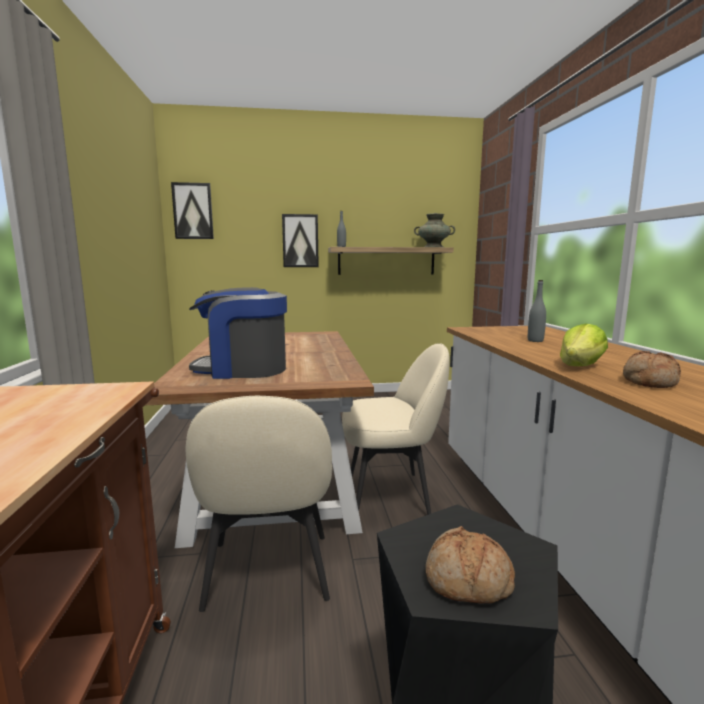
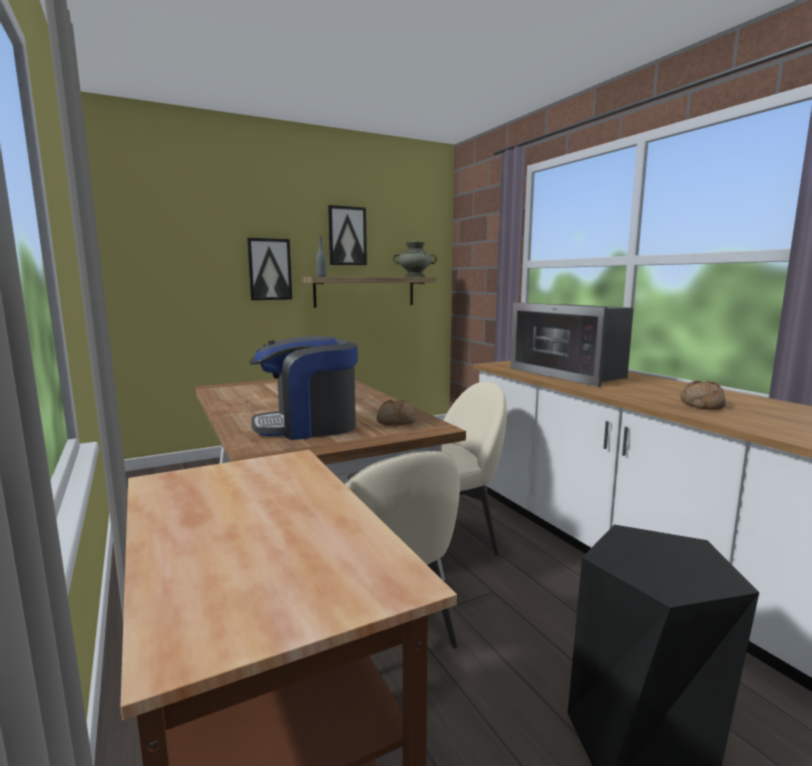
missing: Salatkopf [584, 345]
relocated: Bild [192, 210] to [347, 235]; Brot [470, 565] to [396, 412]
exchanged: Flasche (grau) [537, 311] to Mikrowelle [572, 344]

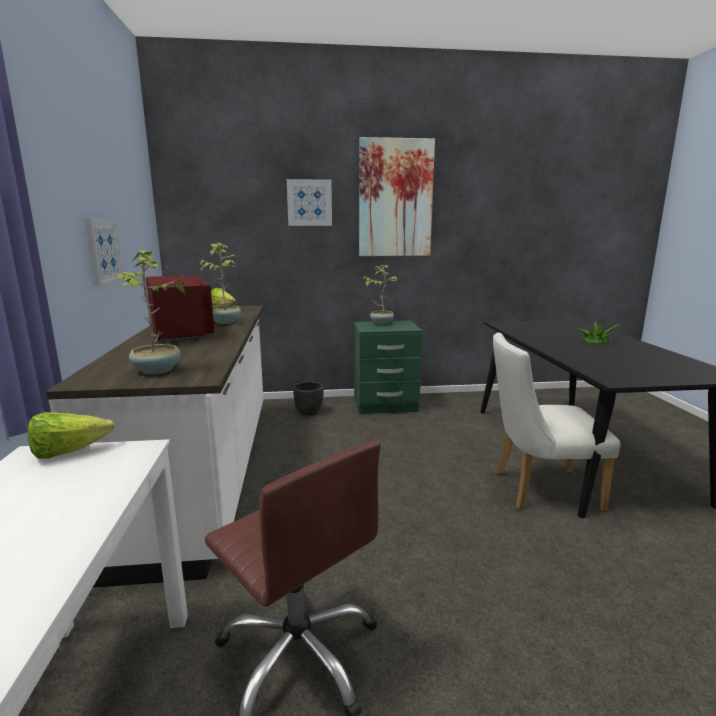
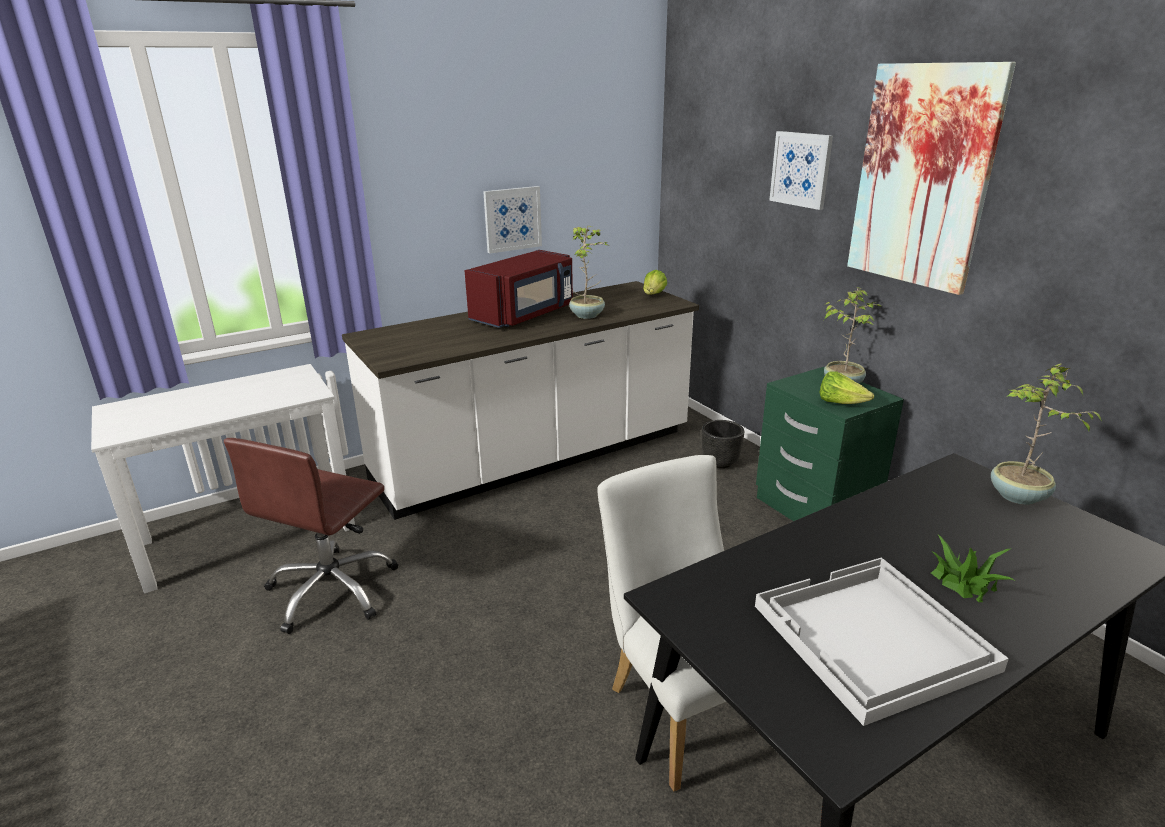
appeared: Tablett (weiß) [882, 641]
relocated: Salatkopf [71, 435] to [847, 387]; Topfpflanze [152, 312] to [1046, 434]

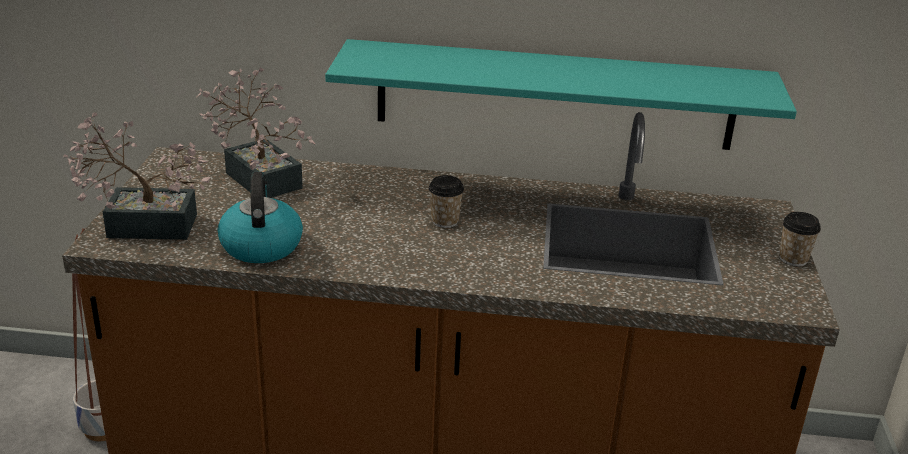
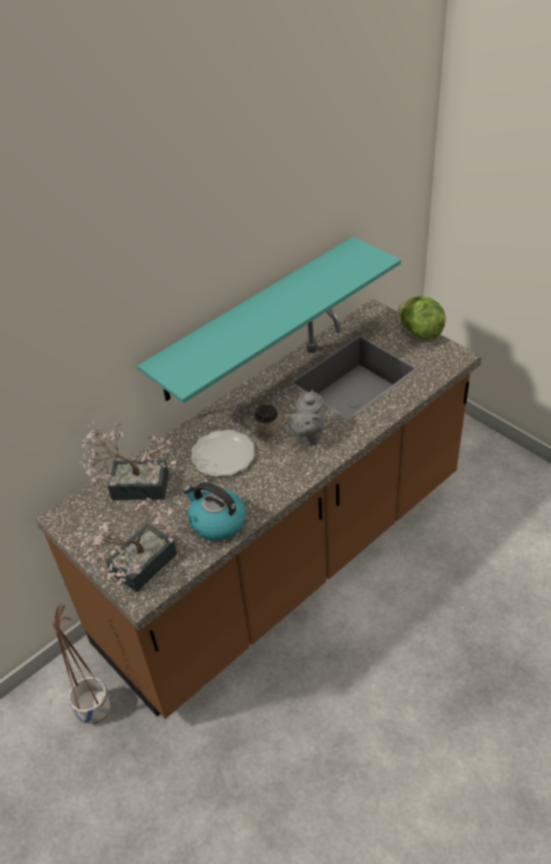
appeared: Teller [223, 453]; Teekanne (grau) [307, 418]
exchanged: Tasse [800, 239] to Salatkopf [422, 318]

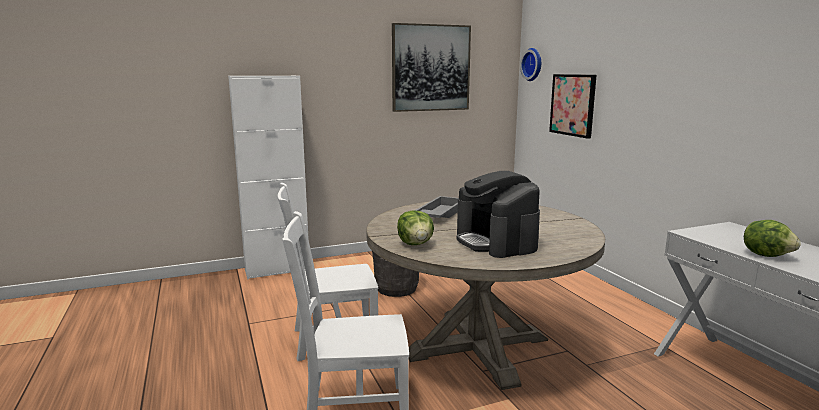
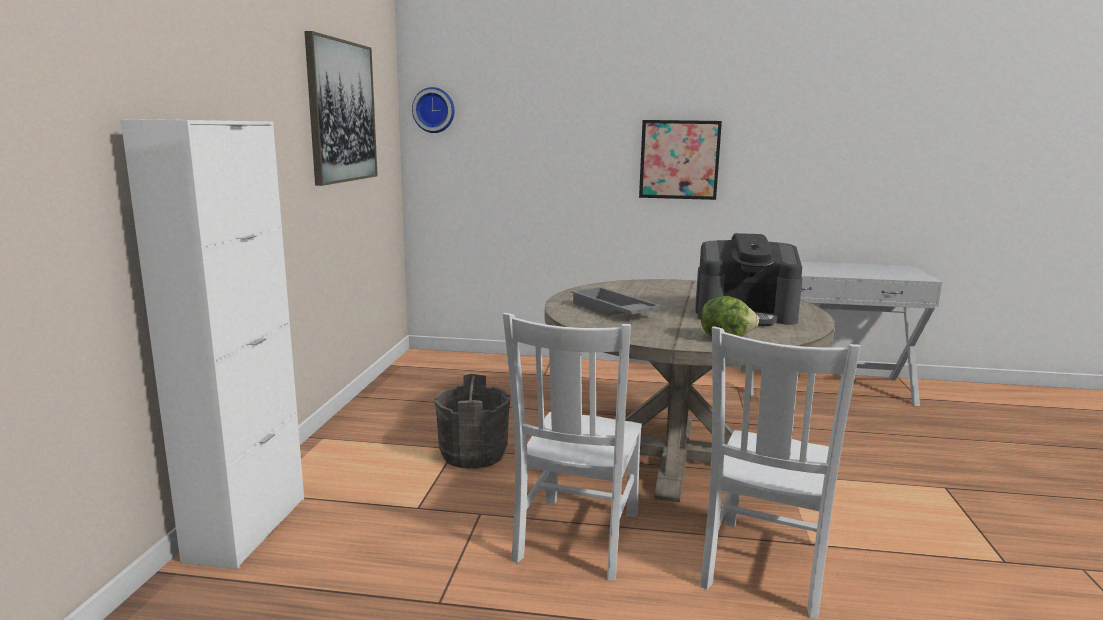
missing: Salatkopf [772, 238]
relocated: Bild [572, 106] to [680, 160]

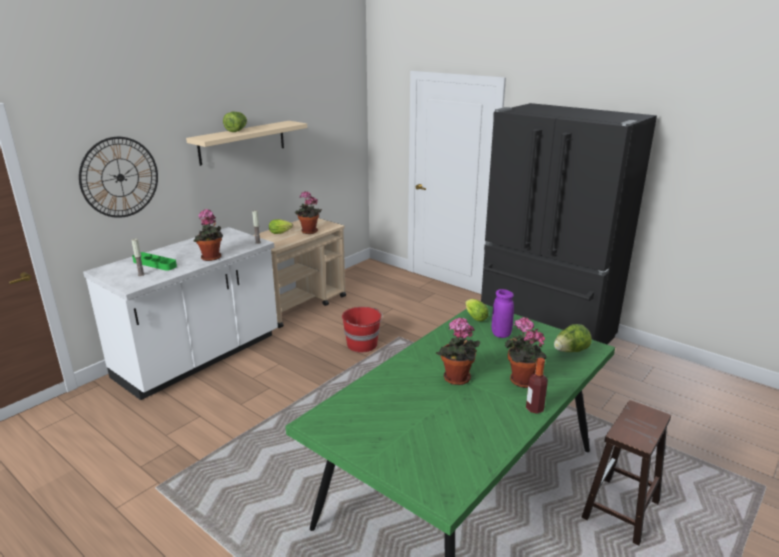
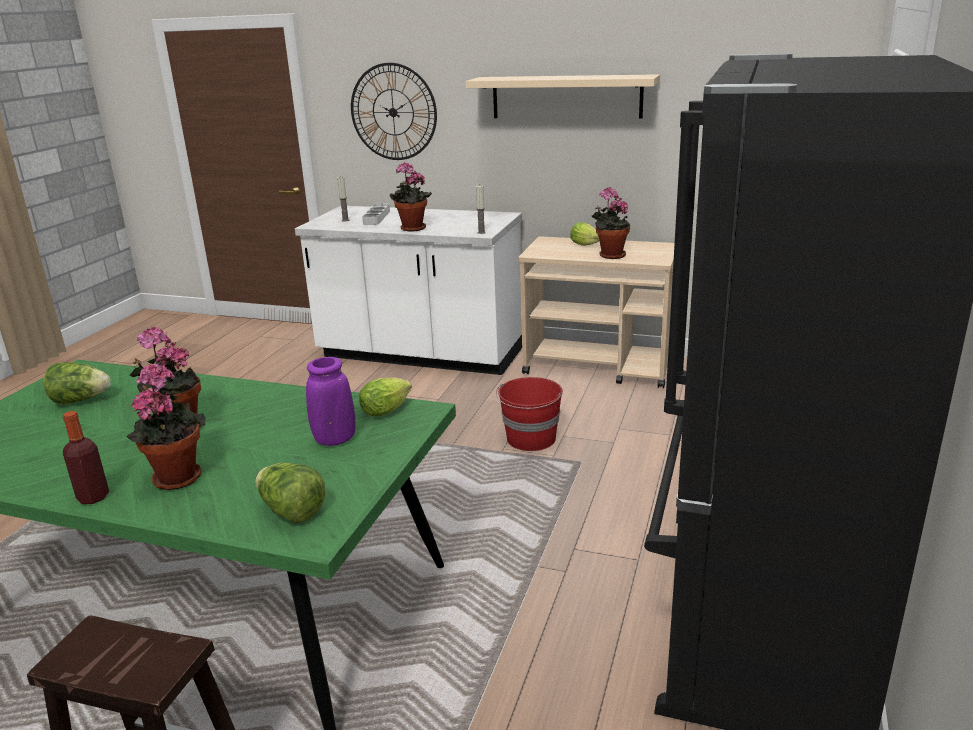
relocated: Salatkopf [235, 122] to [77, 383]
colour: Tablett (grün) [154, 261] to Tablett (grau) [376, 214]

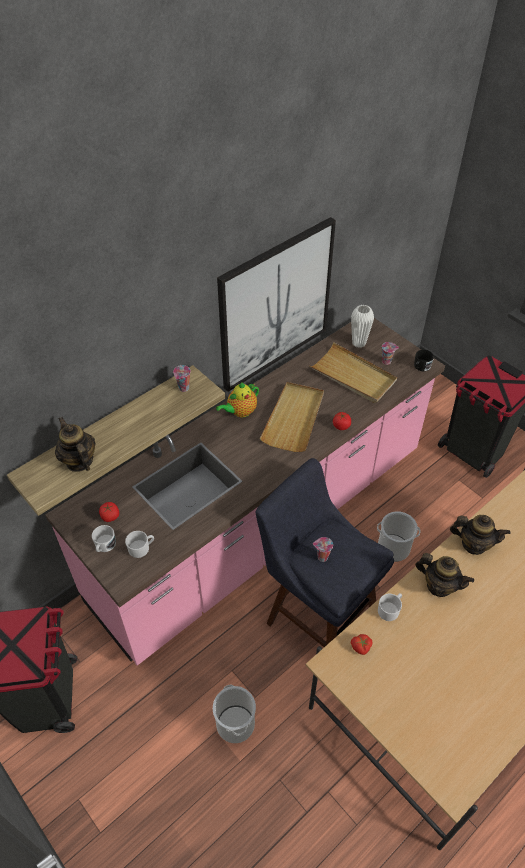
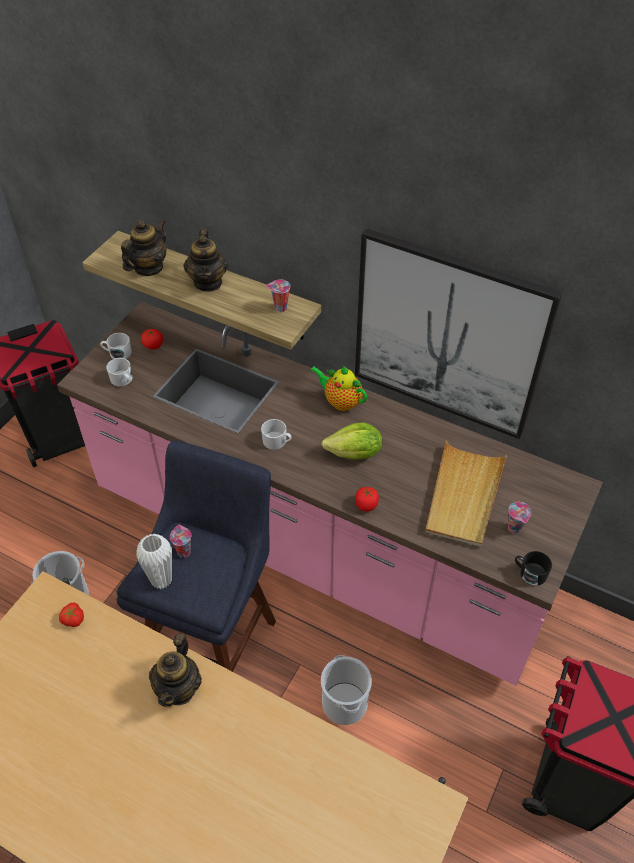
relocated: Vase (weiß) [362, 326] to [154, 561]; Henkelbecher (weiß) [390, 607] to [276, 434]; Teekanne [480, 535] to [206, 260]
exchanged: Tablett (beige) [292, 417] to Salatkopf [351, 441]

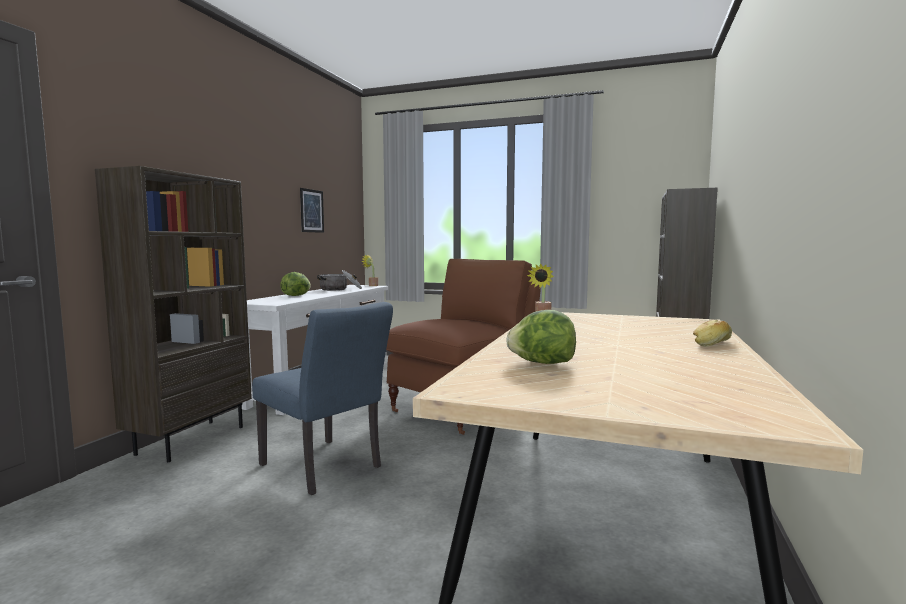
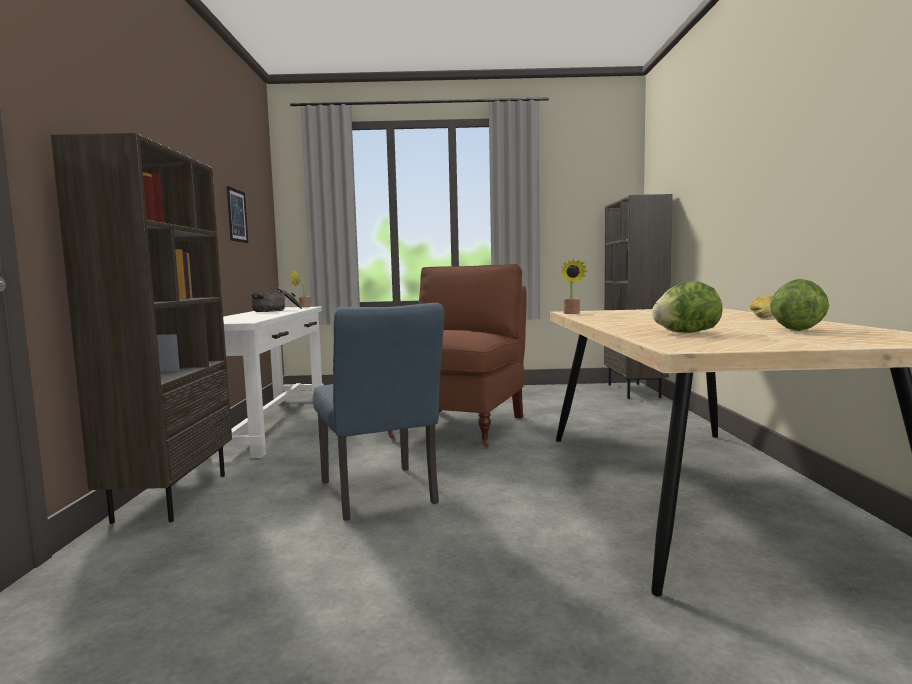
relocated: Salatkopf [295, 284] to [799, 305]
spun: Stuhl (blau) [322, 398] = [379, 412] 45 degrees clockwise

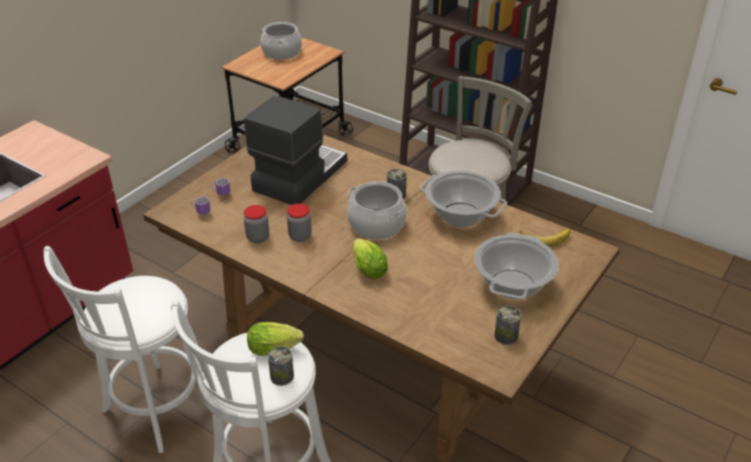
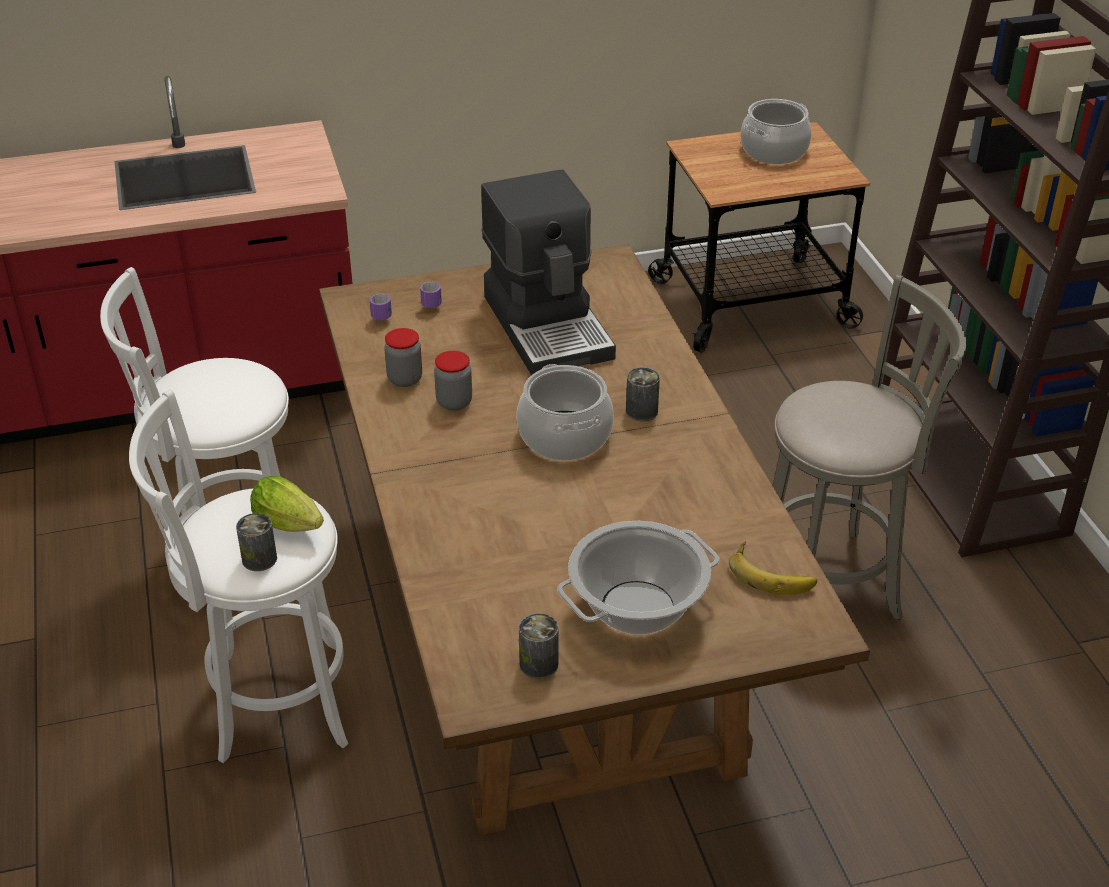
missing: Salatkopf [370, 258]; Kochtopf [463, 198]
spun: Kaffeemaschine [295, 150] = [548, 272] 90 degrees clockwise

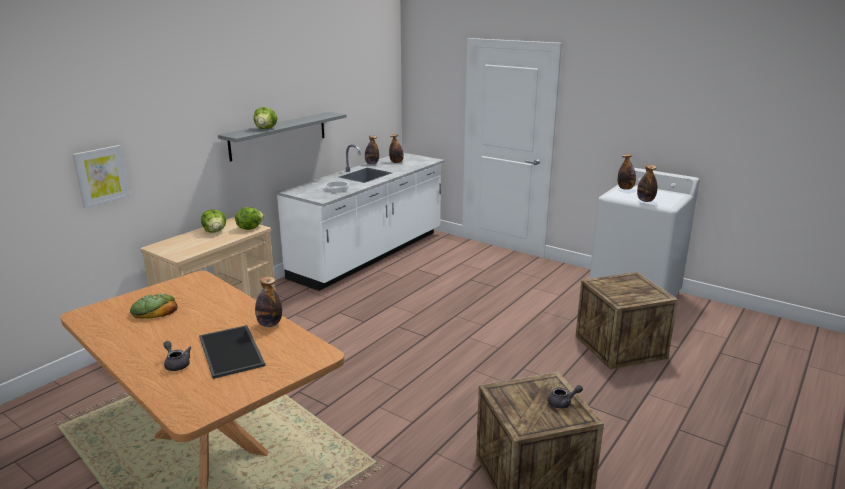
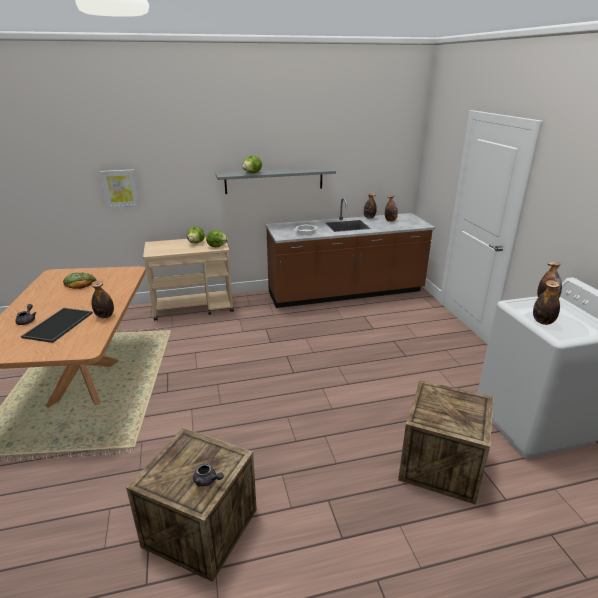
colour: Küchenzeile (weiß) [360, 217] to Küchenzeile (braun) [350, 253]

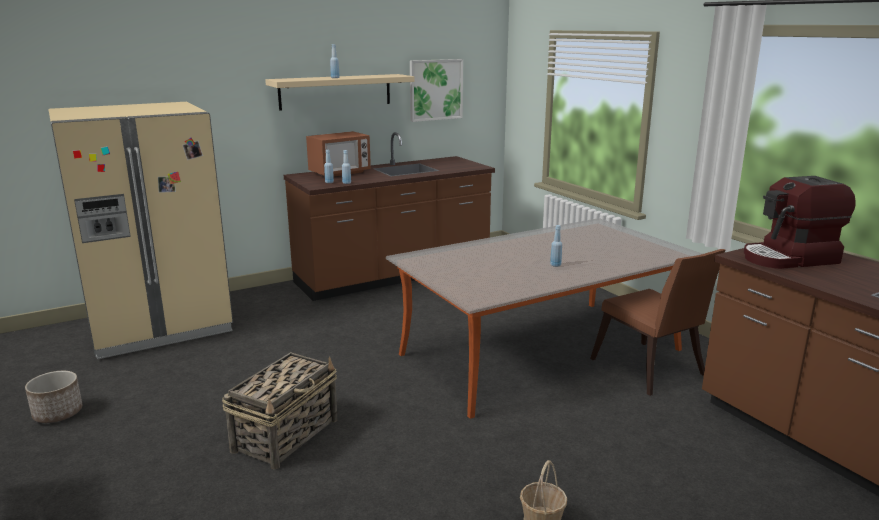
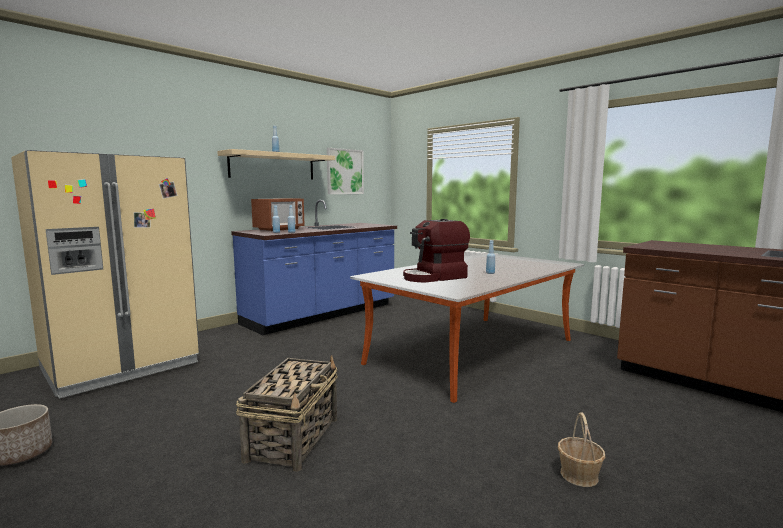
missing: Stuhl (braun) [657, 322]
relocated: Kaffeemaschine [799, 222] to [436, 251]
colour: Küchenzeile (braun) [389, 216] to Küchenzeile (blau) [314, 267]

